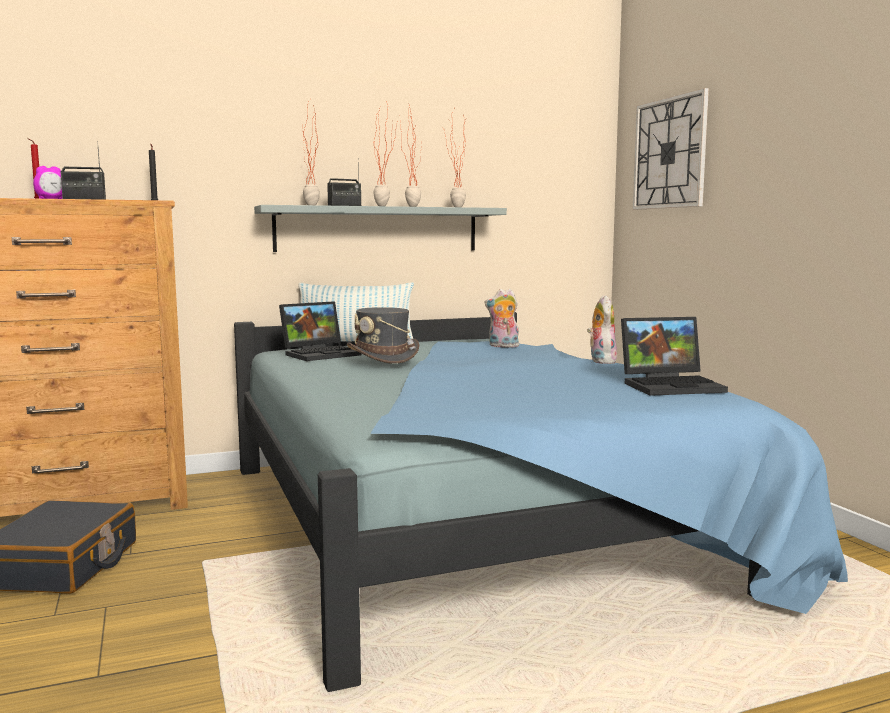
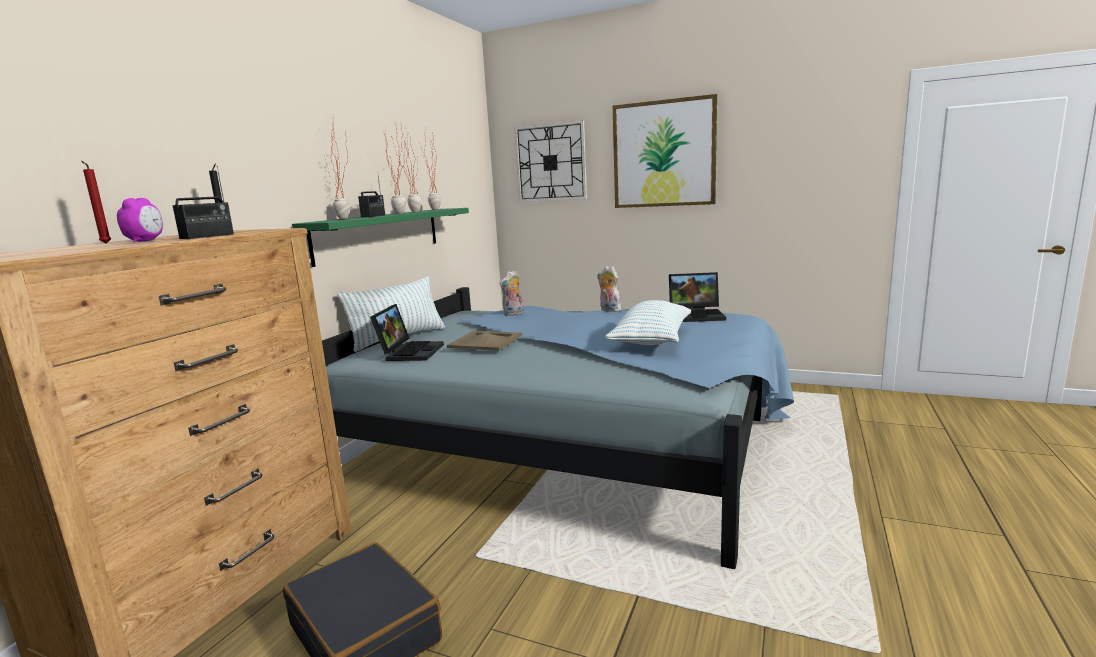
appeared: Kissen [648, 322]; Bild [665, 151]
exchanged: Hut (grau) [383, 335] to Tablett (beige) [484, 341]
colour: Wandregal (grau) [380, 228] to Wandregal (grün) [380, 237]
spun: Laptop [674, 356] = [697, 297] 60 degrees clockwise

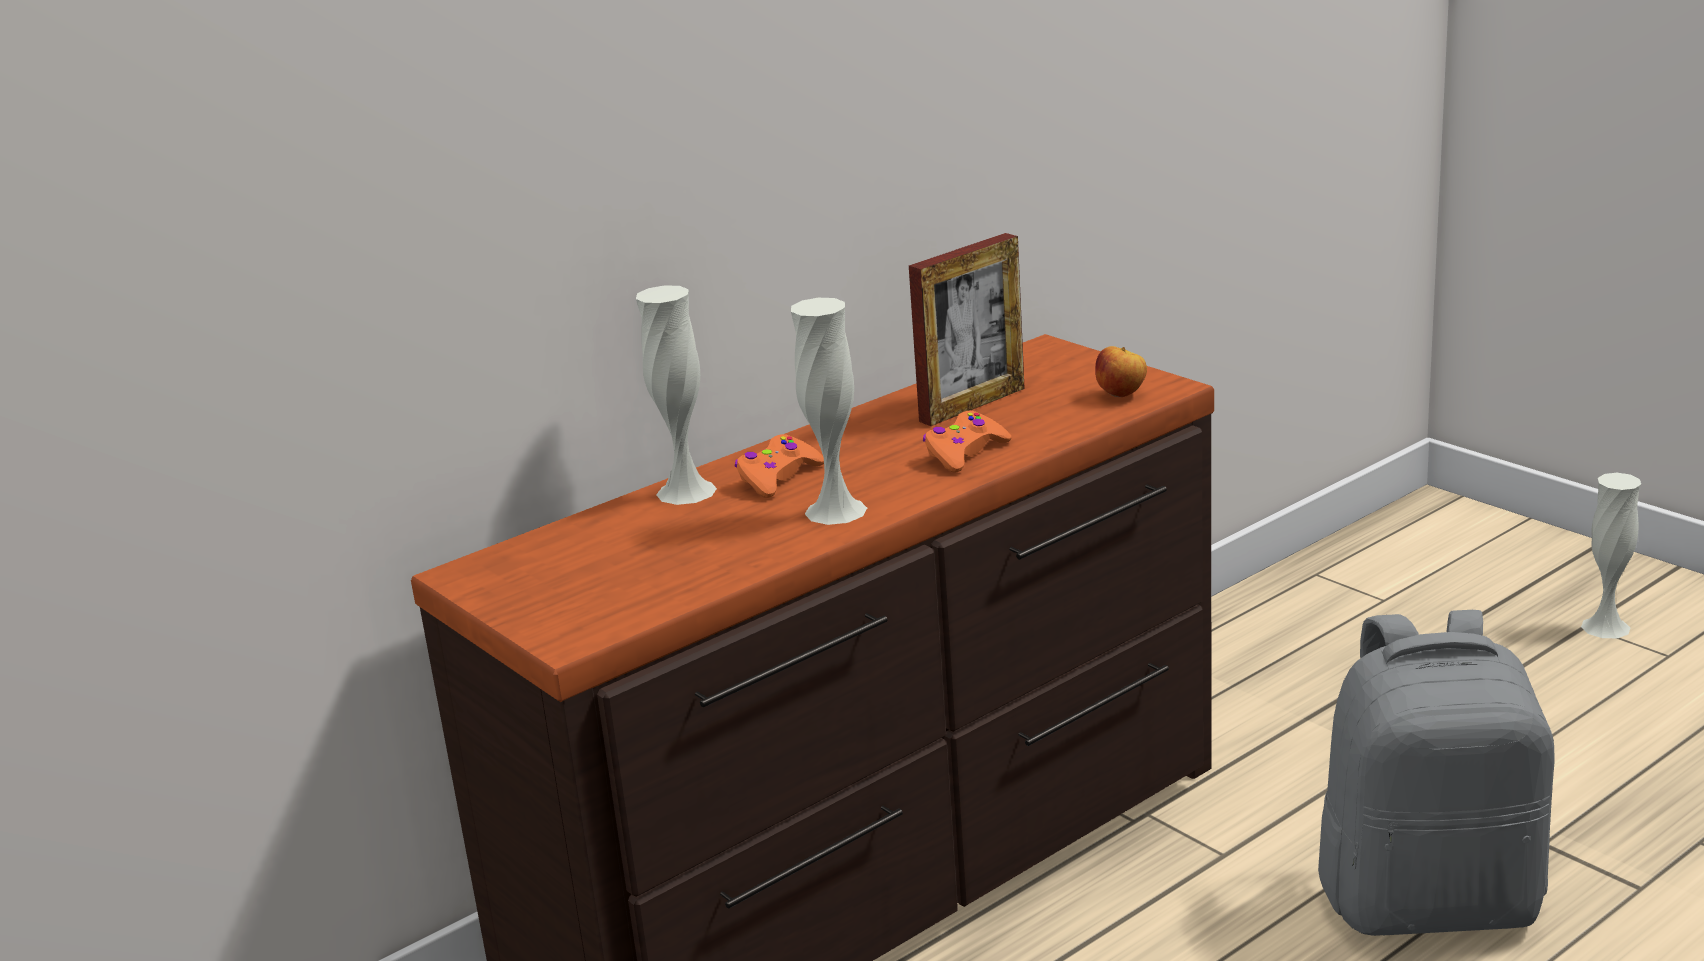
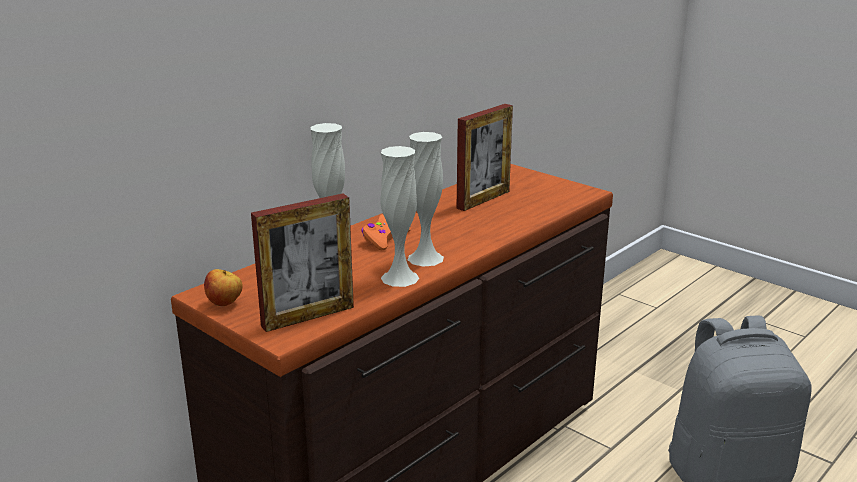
missing: Gamepad (orange) [967, 442]
appeared: Bilderrahmen [302, 262]
relocated: Apfel [1121, 371] to [223, 287]; Vase (weiß) [1611, 555] to [399, 216]

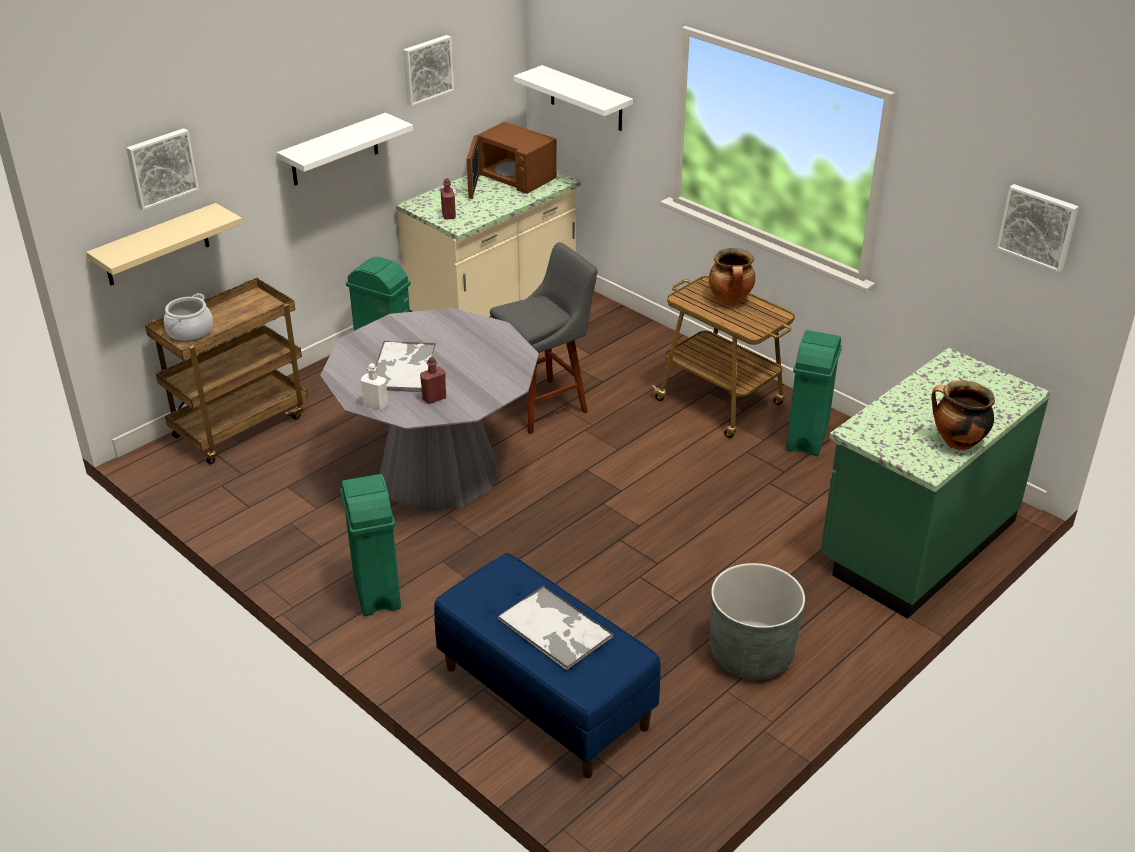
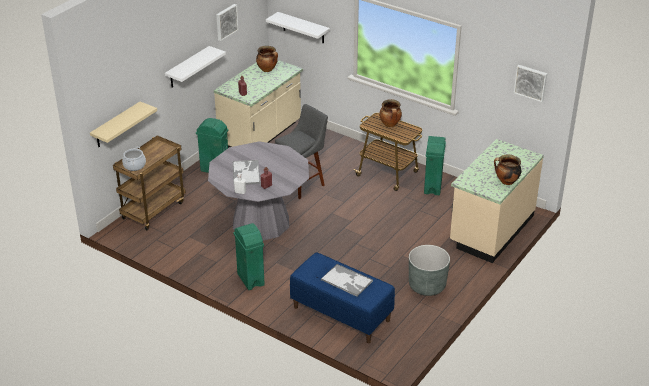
missing: Bild [162, 169]
exchanged: Mikrowelle (braun) [512, 160] to Kochtopf [267, 59]
colour: Küchenzeile (grün) [935, 483] to Küchenzeile (beige) [497, 201]

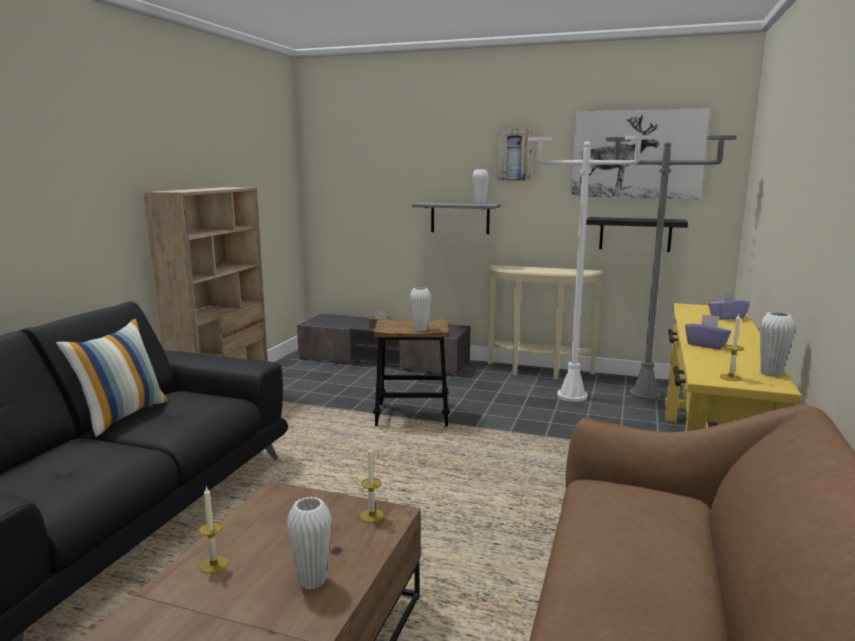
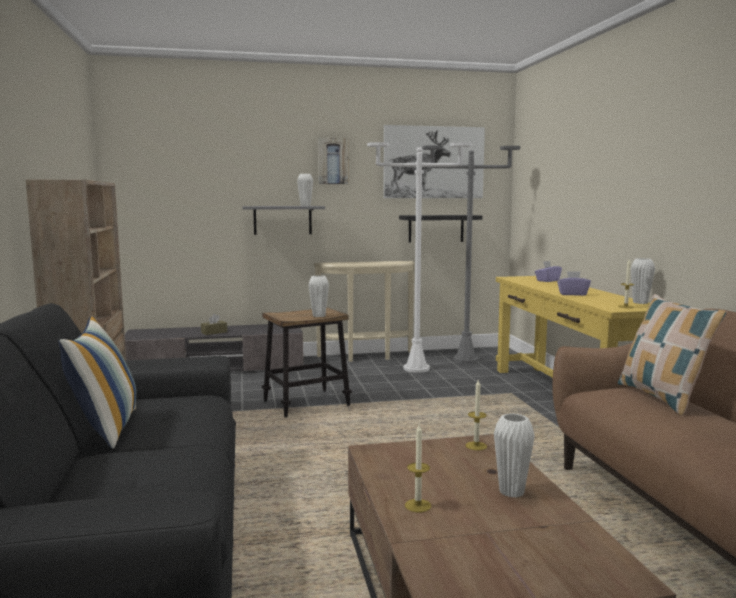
appeared: Kissen [672, 355]

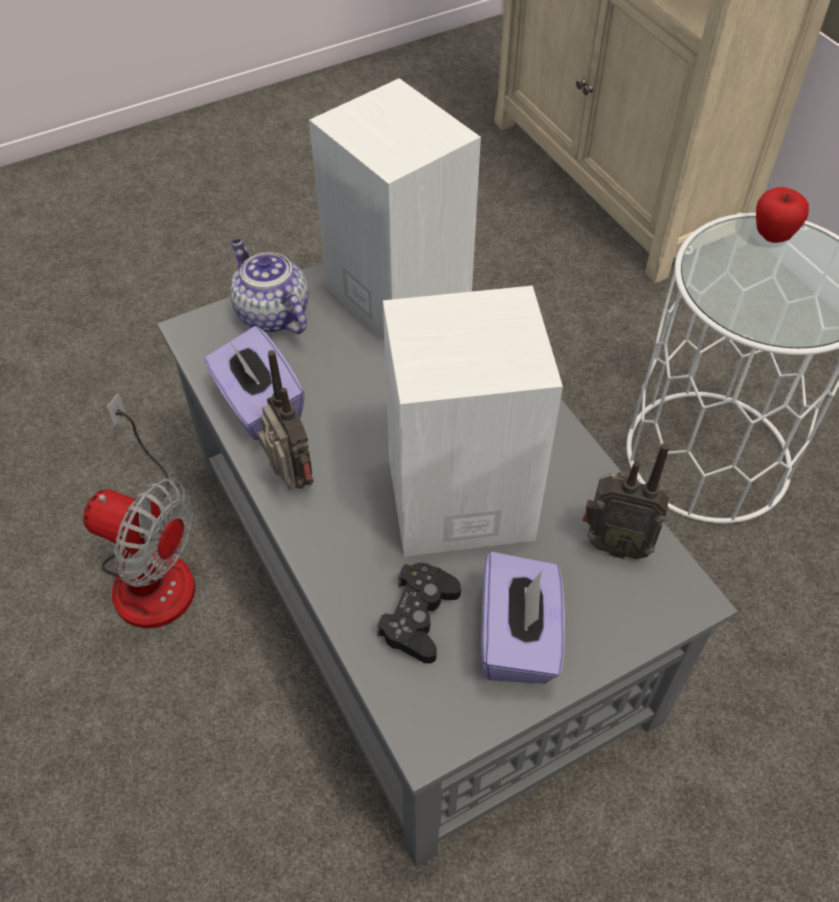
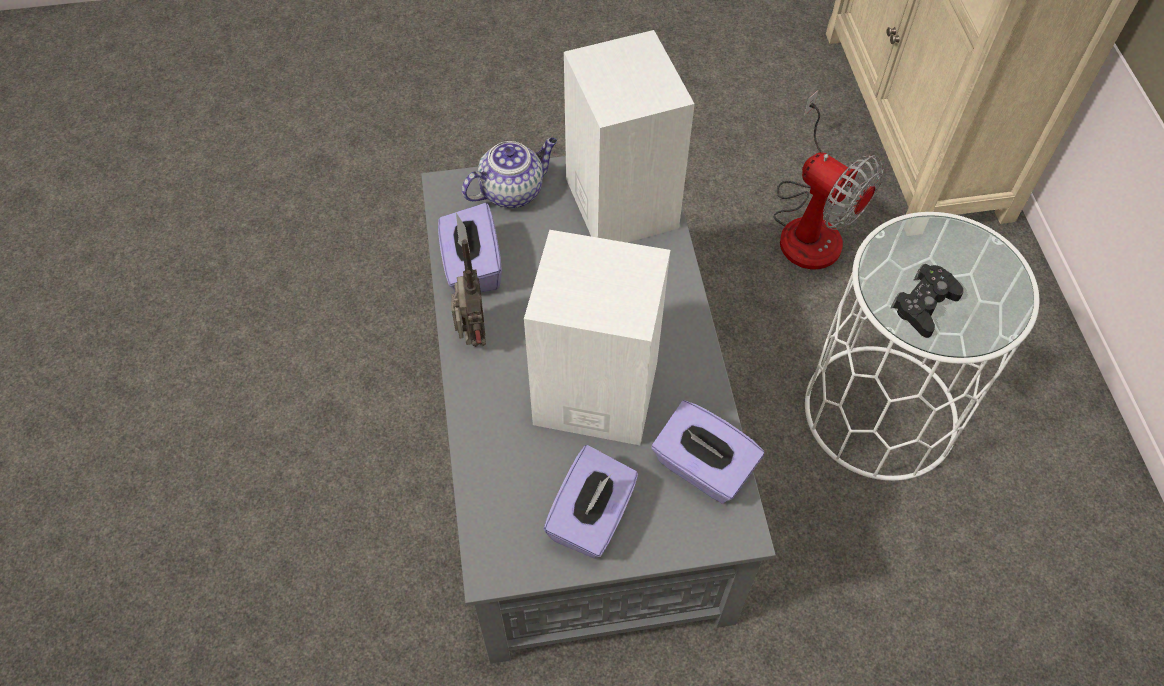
missing: Apfel [782, 215]
relocated: Ventilator [139, 511] to [828, 179]; Gamepad (schwarz) [419, 613] to [926, 301]
exchanged: Radio [625, 501] to Taschentuchbox (lila) [707, 452]
spun: Teekanne [269, 286] = [509, 173] 75 degrees clockwise

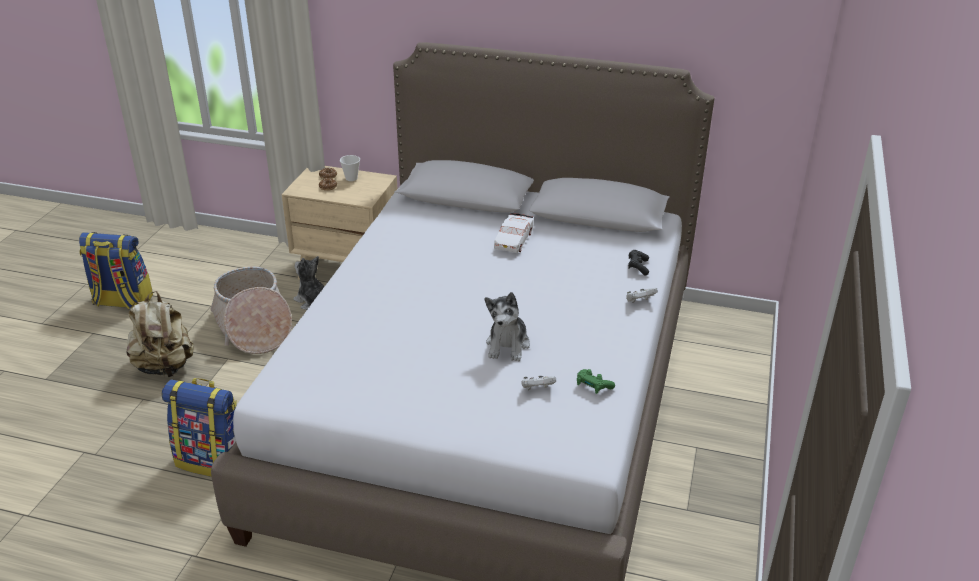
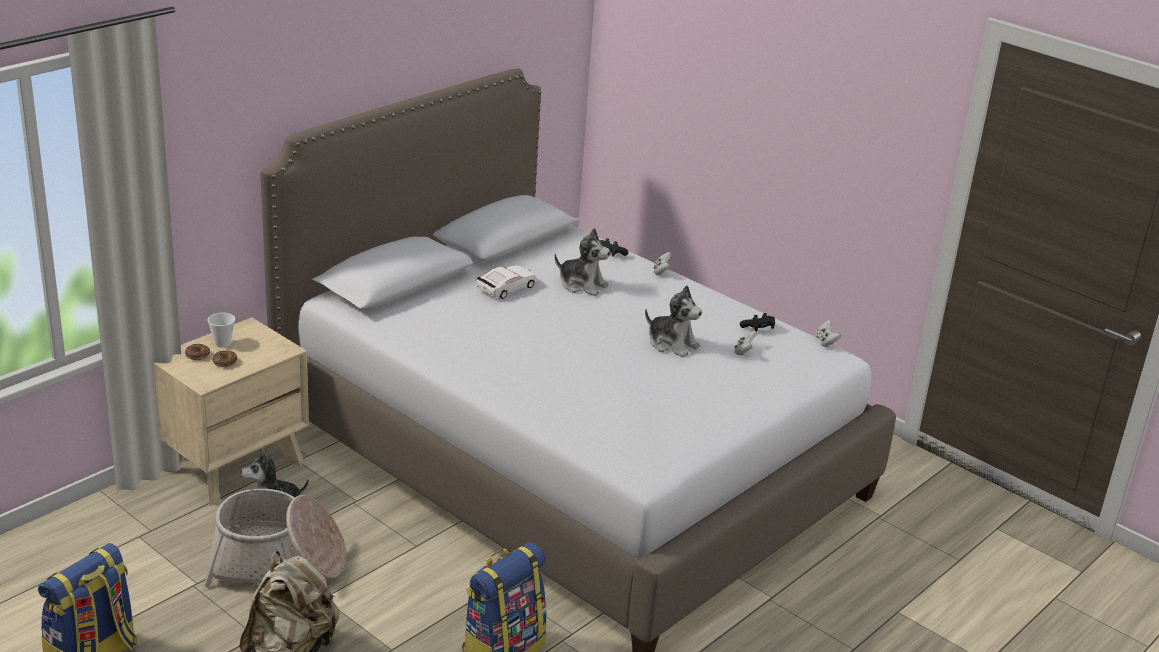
appeared: Plüschtier [582, 262]; Gamepad (weiß) [828, 333]
colour: Gamepad (grün) [596, 381] to Gamepad (schwarz) [757, 322]
spun: Spielzeugauto (weiß) [514, 233] = [506, 282] 90 degrees counterclockwise

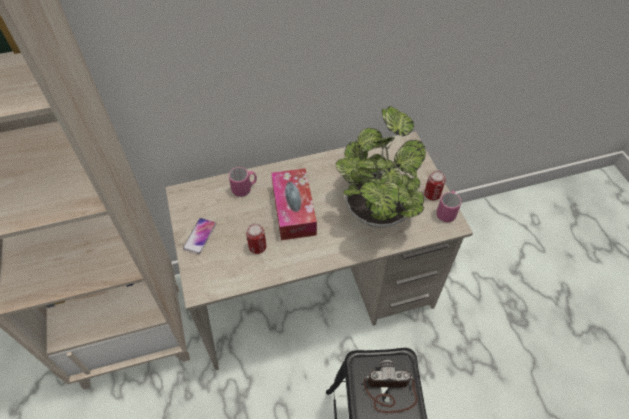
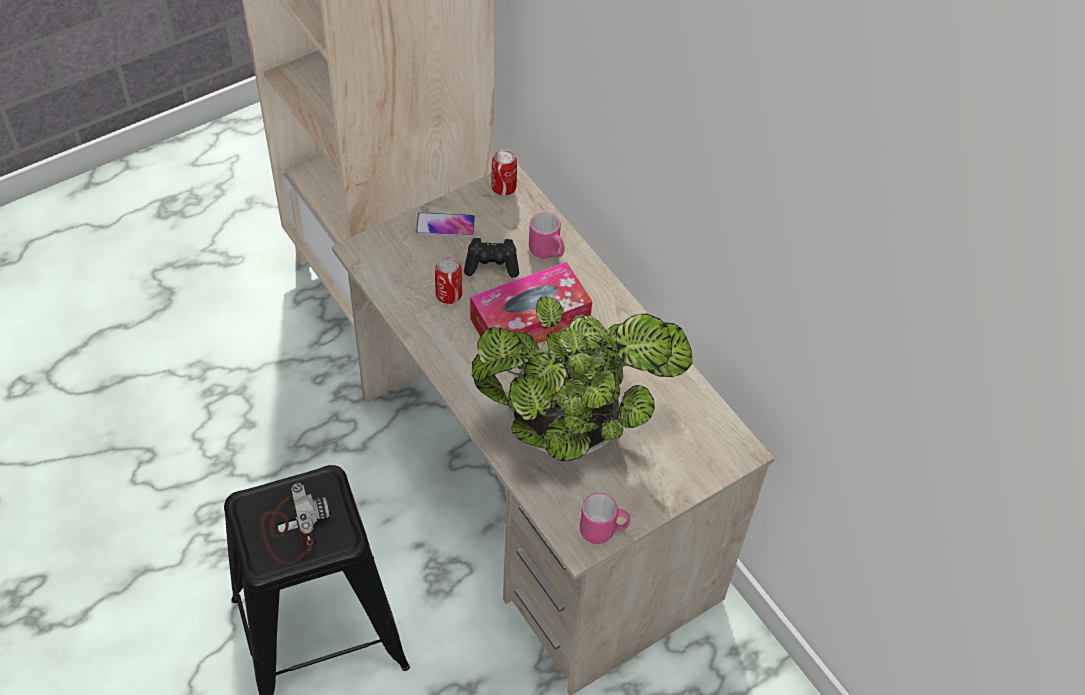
appeared: Gamepad (schwarz) [491, 258]
relocated: Dose [434, 185] to [504, 172]

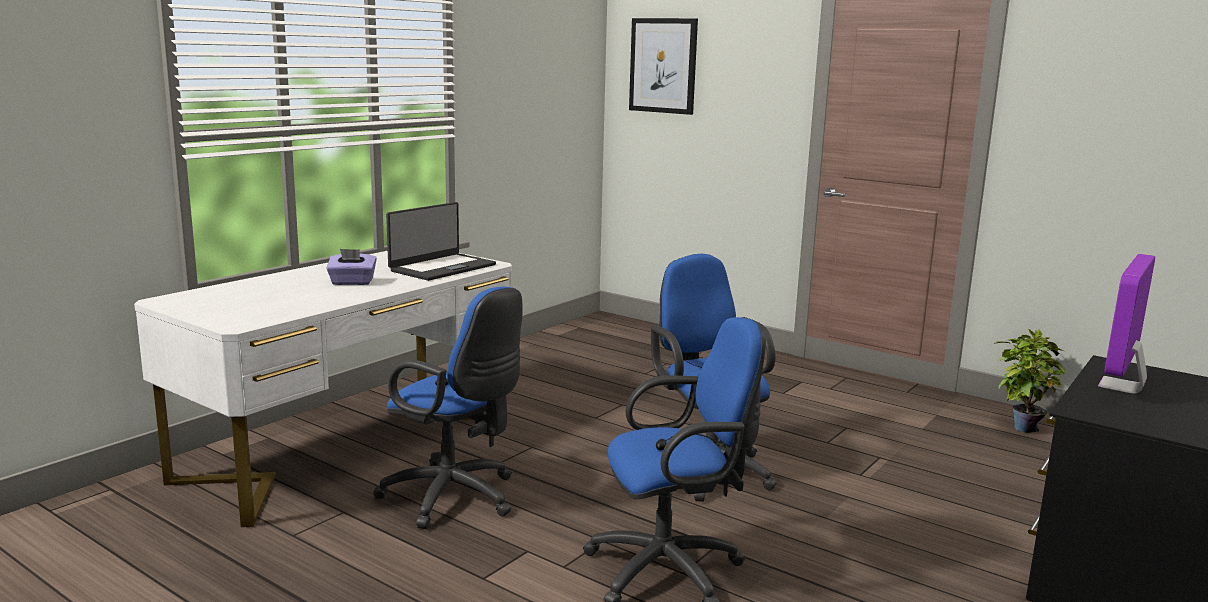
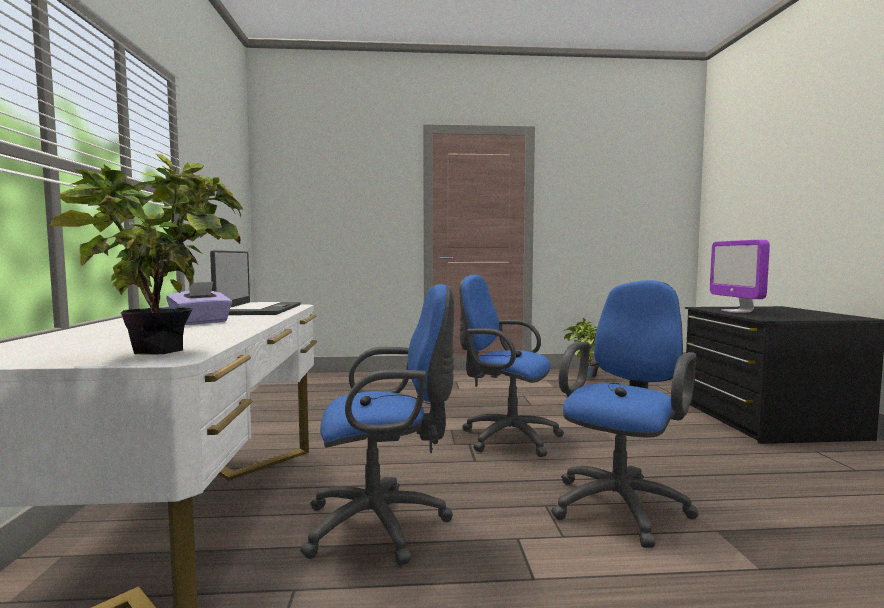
missing: Bild [663, 66]
appeared: Topfpflanze [146, 254]

